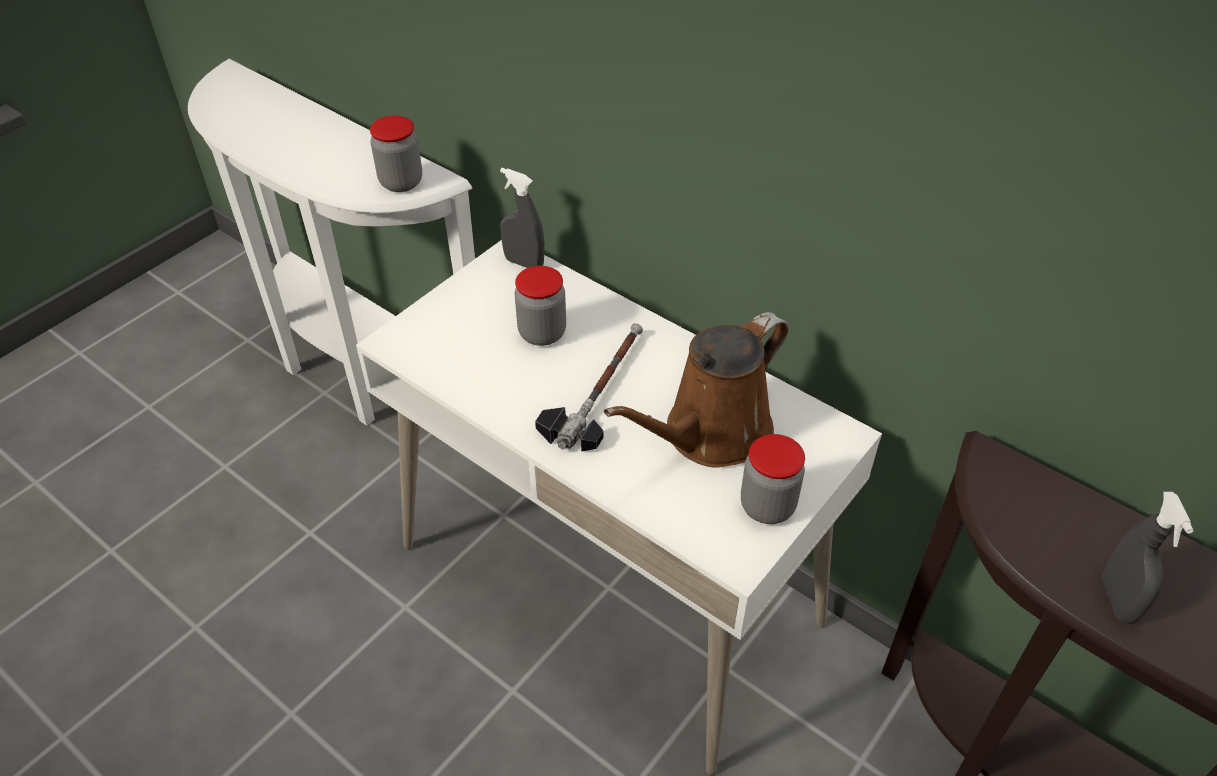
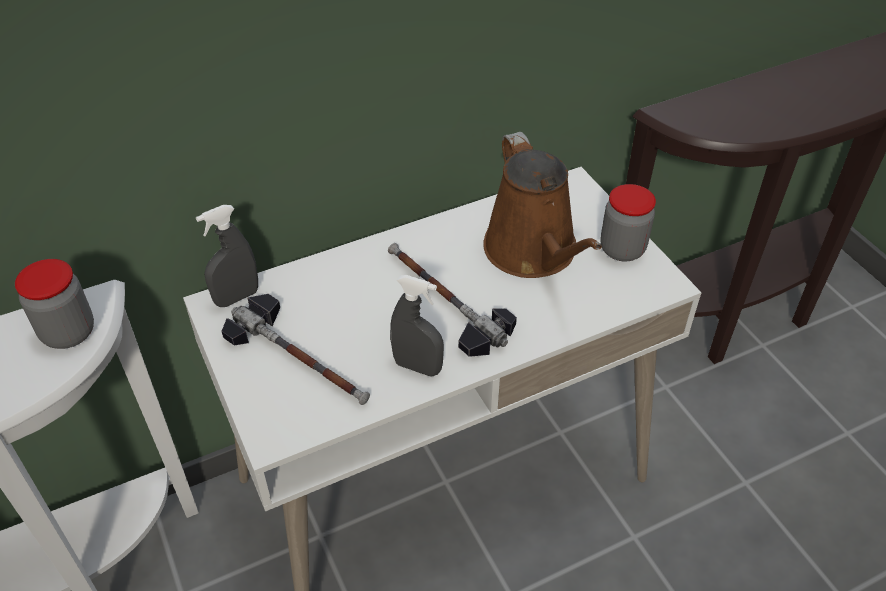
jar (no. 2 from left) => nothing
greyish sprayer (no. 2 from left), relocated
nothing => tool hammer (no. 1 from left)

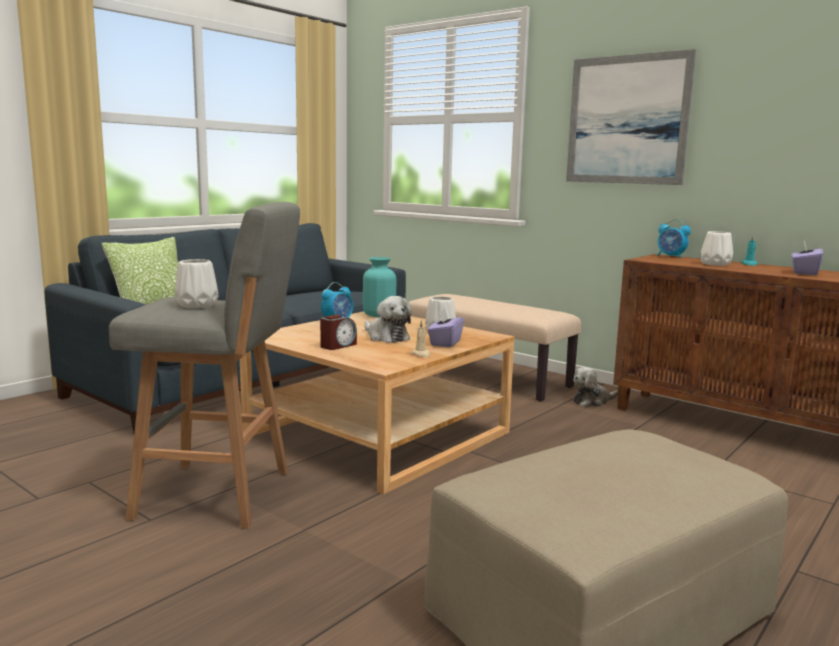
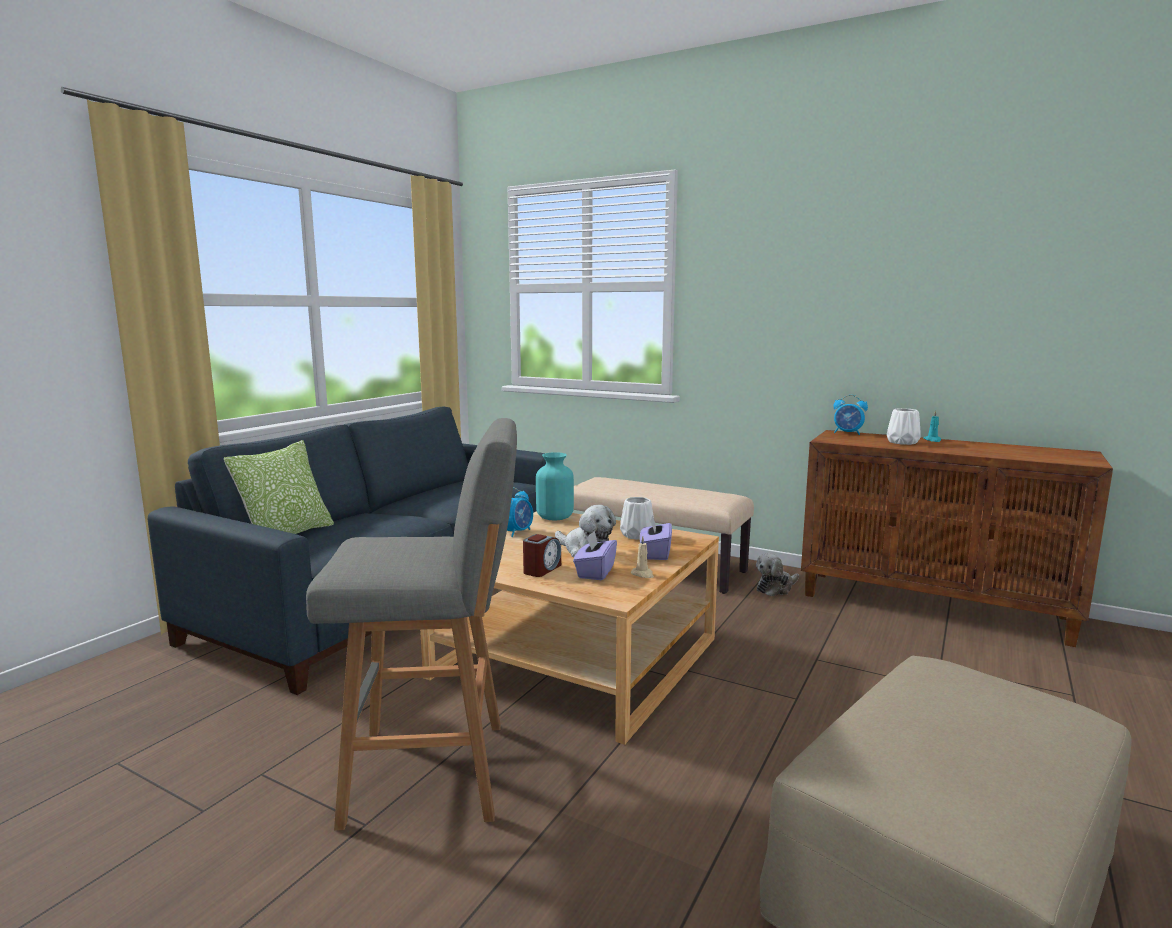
picture => nothing
purplish tissue holder (no. 2 from left in the first image) => purplish tissue holder (no. 1 from left), relocated
white-coloured flower vase (no. 1 from left) => nothing

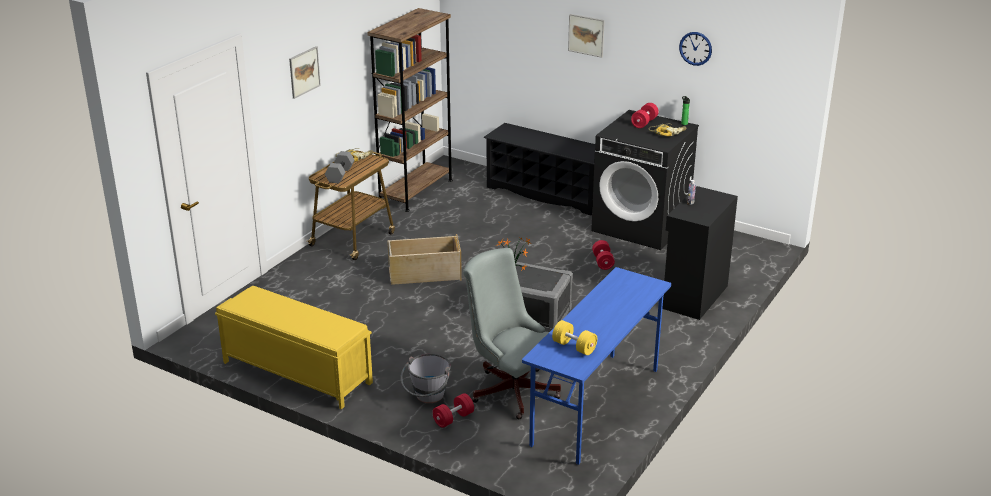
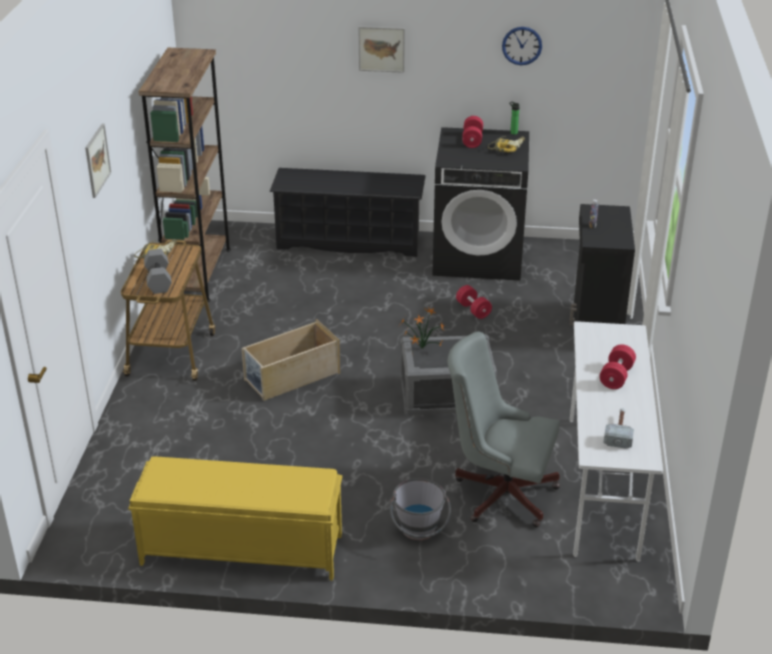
blue desk table => white-coloured desk table
yellowish free weight => tool hammer
red free weight (no. 1 from left in the first image) => red free weight (no. 3 from left), relocated

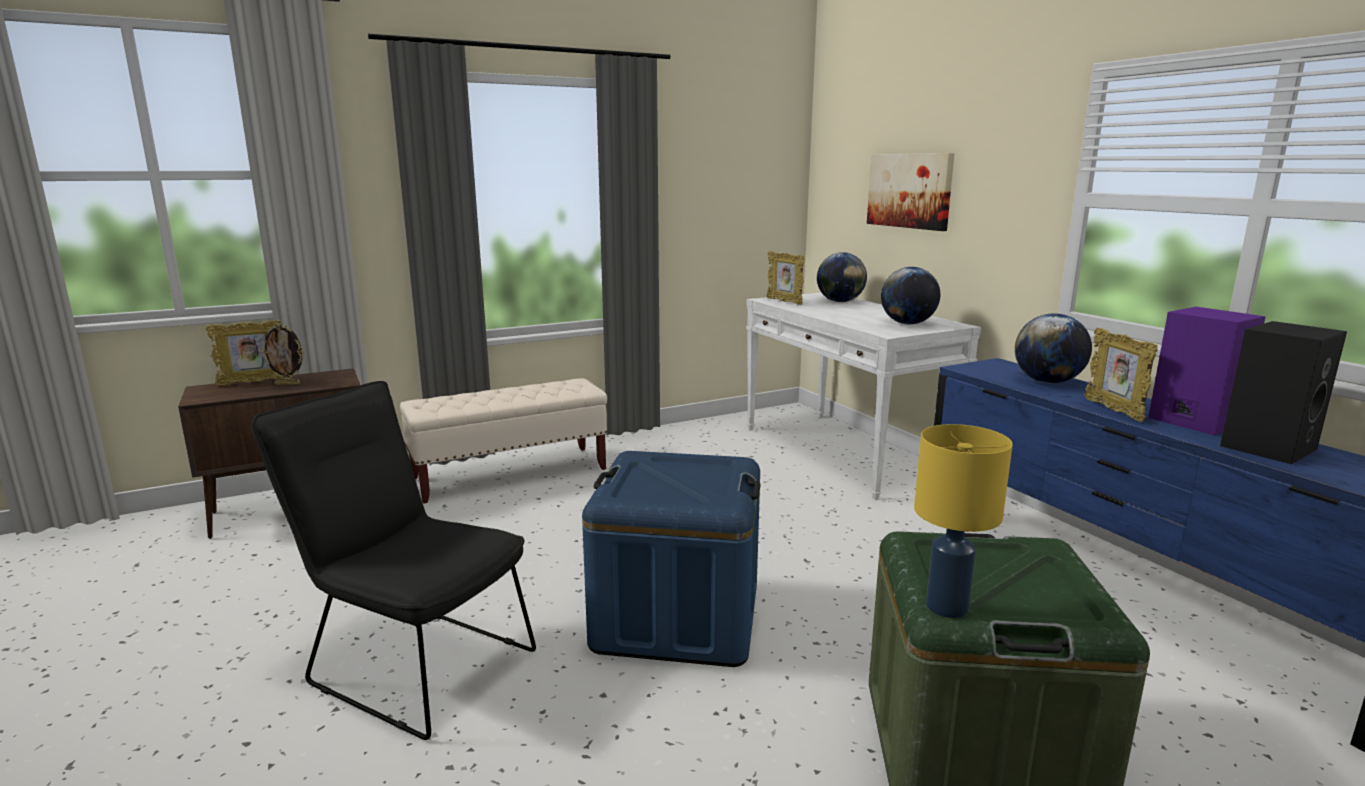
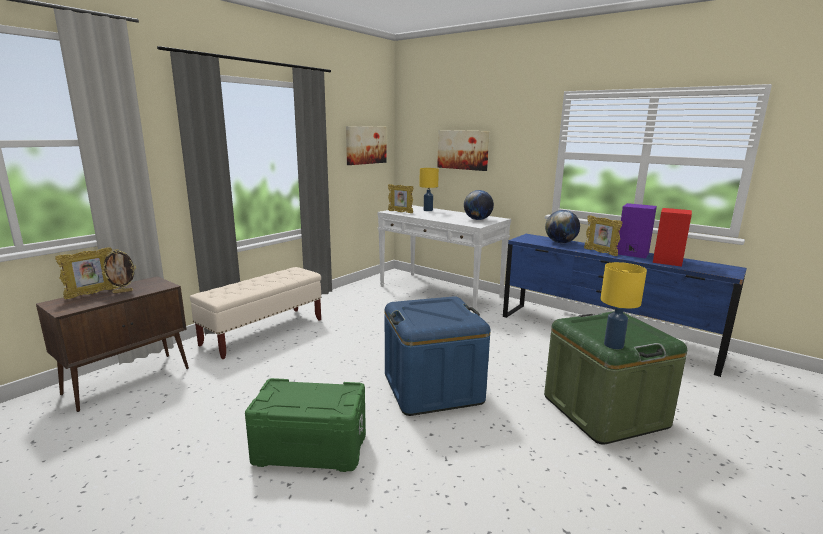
globe (no. 1 from left) => yellowish lamp for a table (no. 1 from left)
black-coloured audio speaker => red audio speaker
black-coloured chair => green-coloured storage container (no. 1 from left)
nothing => picture (no. 1 from left)

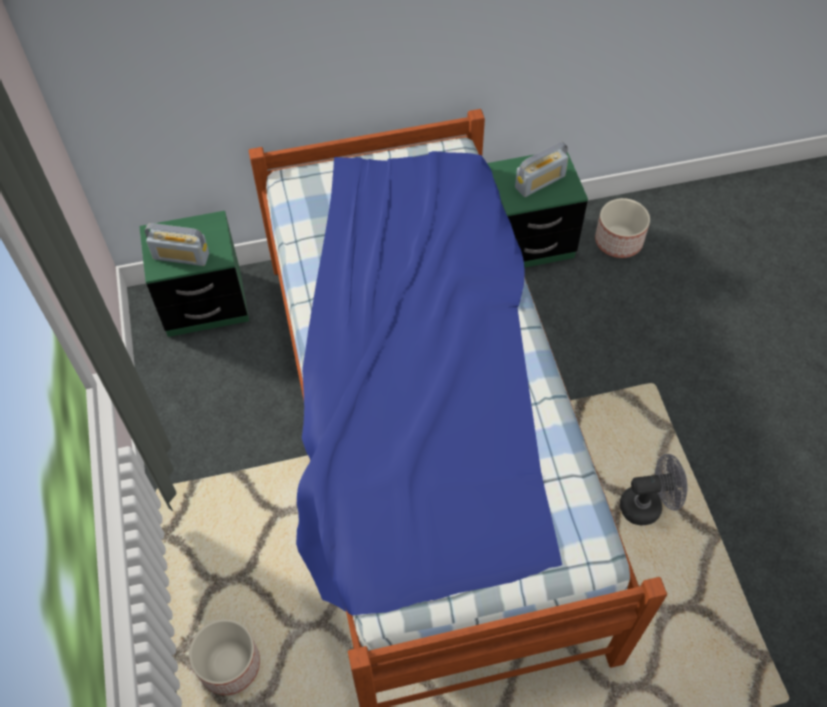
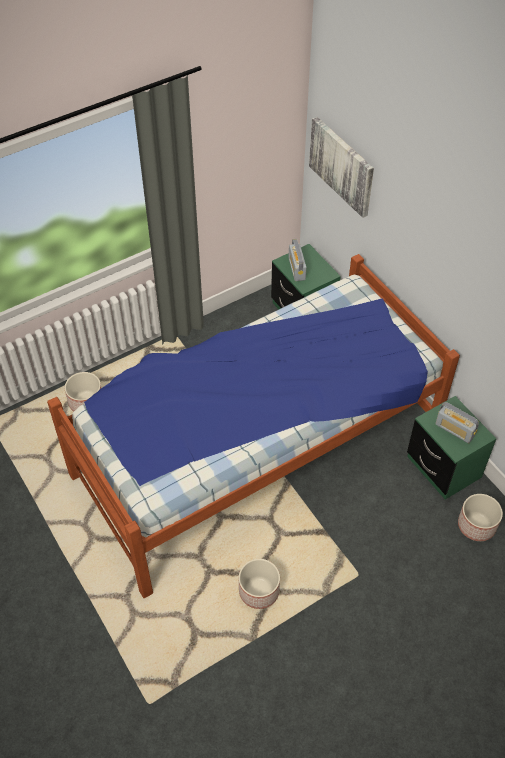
greyish cooling fan => planter (no. 2 from left)
nothing => picture

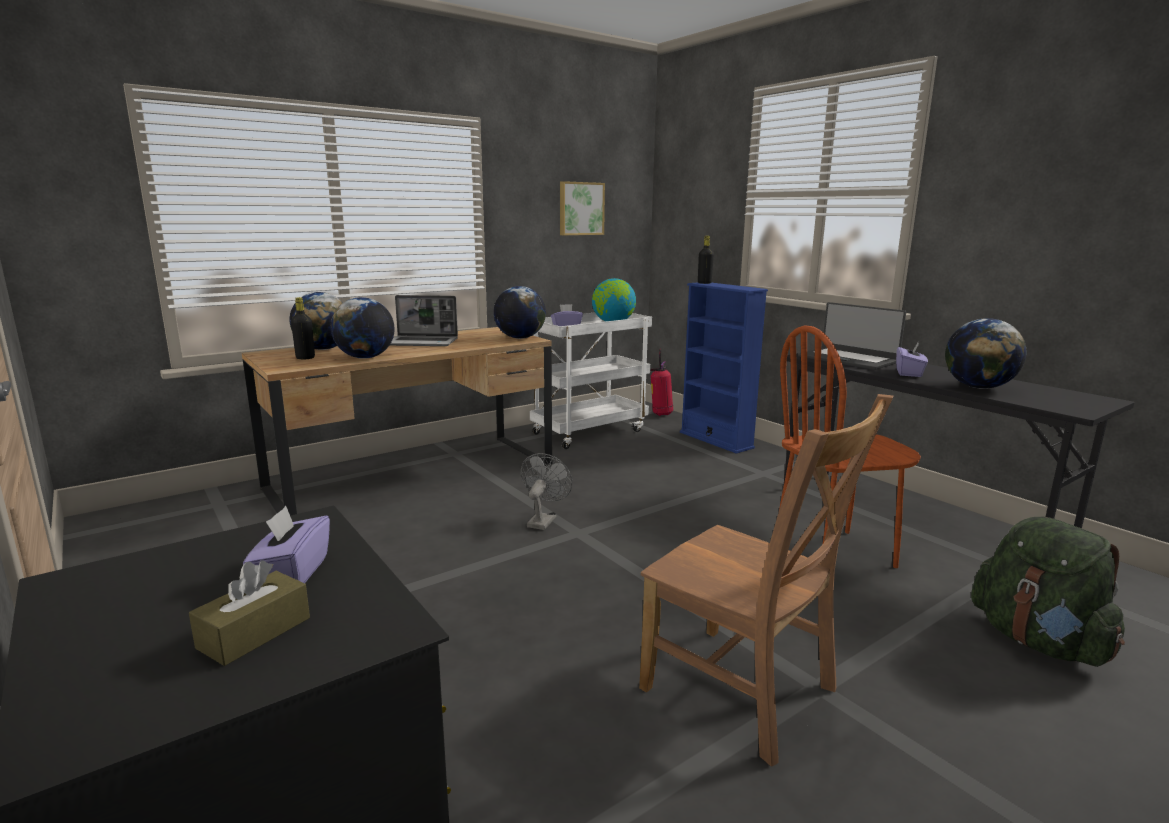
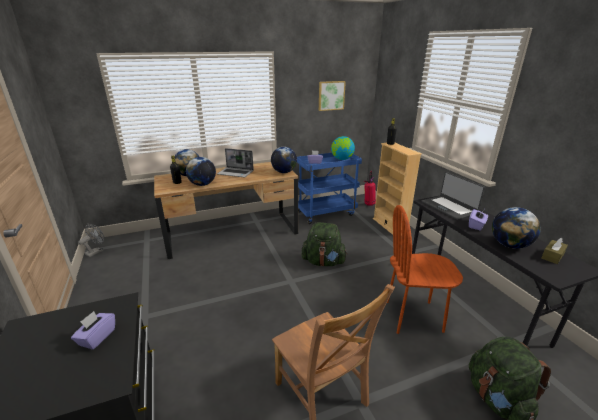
blue bookcase => sand-coloured bookcase
white-coloured wheeled cart => blue wheeled cart
greyish cooling fan, relocated
brown tissue holder, relocated
nothing => green-coloured knapsack (no. 1 from left)

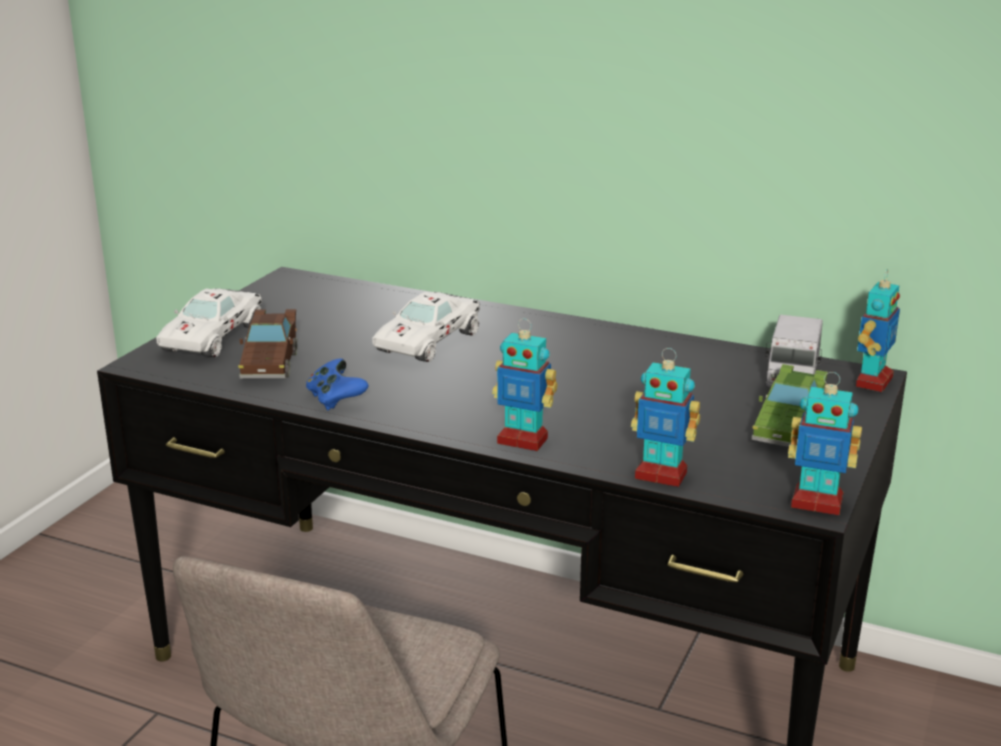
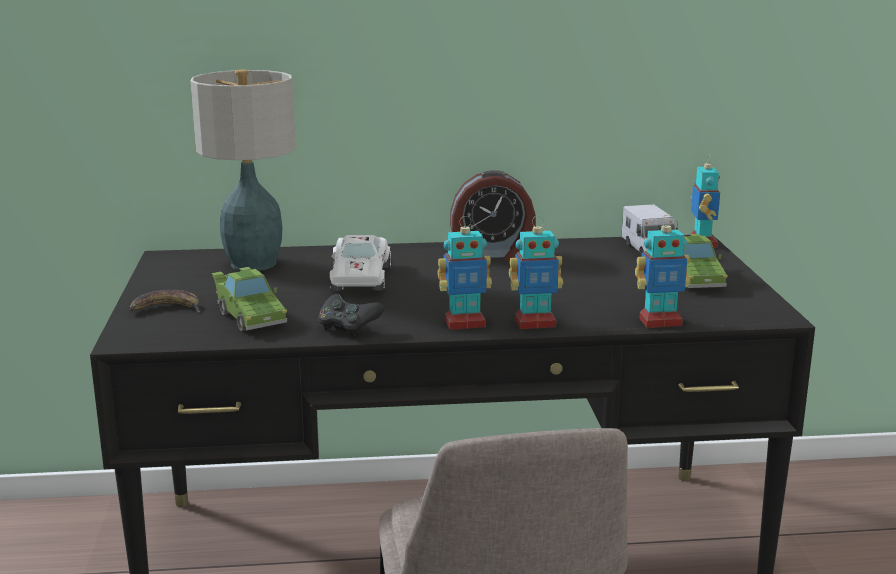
white-coloured model car (no. 1 from left) => banana fruit
brown model car => green-coloured model car (no. 1 from left)
blue joypad => black-coloured joypad
model robot (no. 3 from left in the first image) => model robot (no. 1 from left), relocated
nothing => lamp for a table
nothing => bedside clock

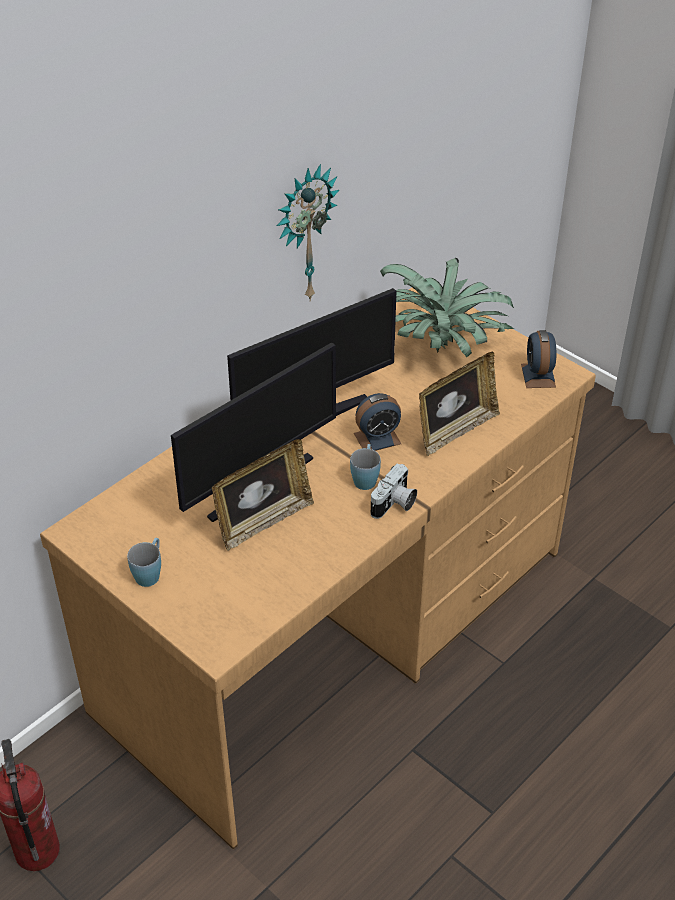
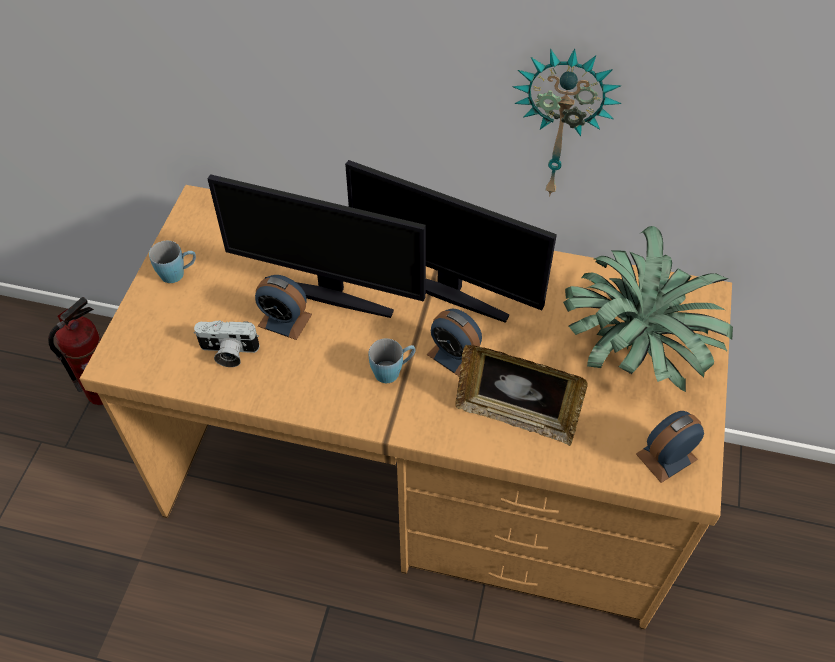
photo frame (no. 1 from left) => bedside clock (no. 1 from left)
still camera, relocated

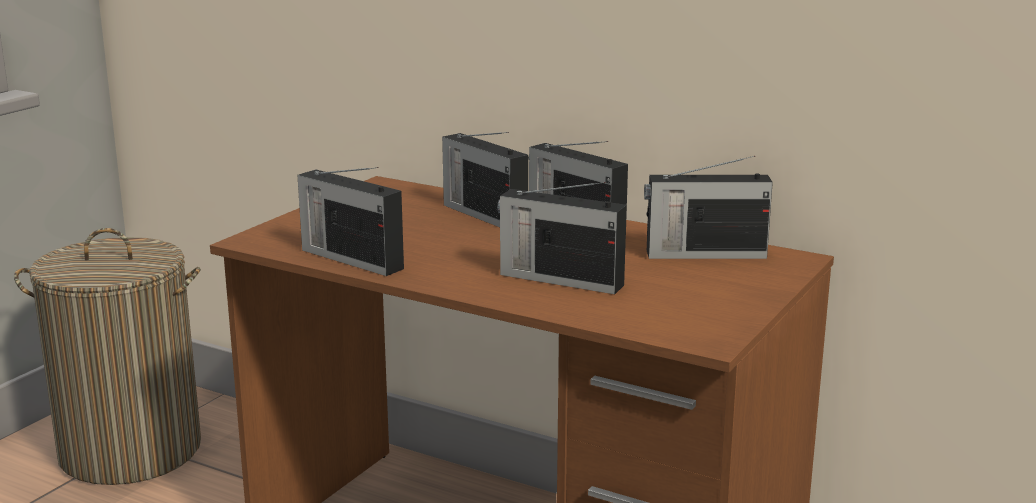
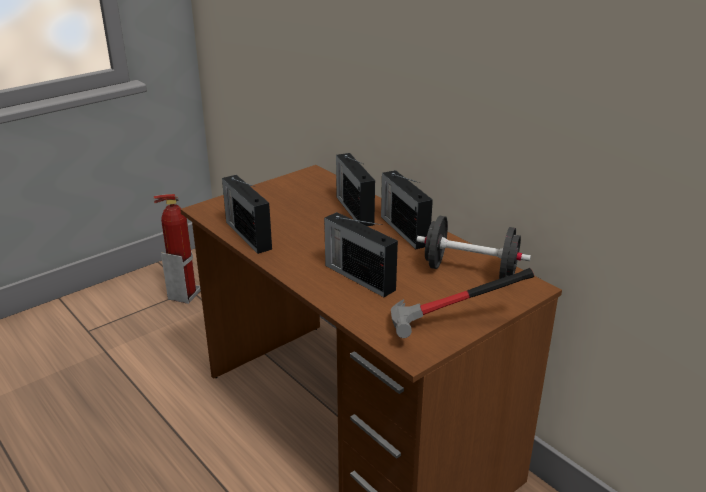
radio (no. 5 from left) => black-coloured free weight
hamper => fire extinguisher
nothing => tool hammer

